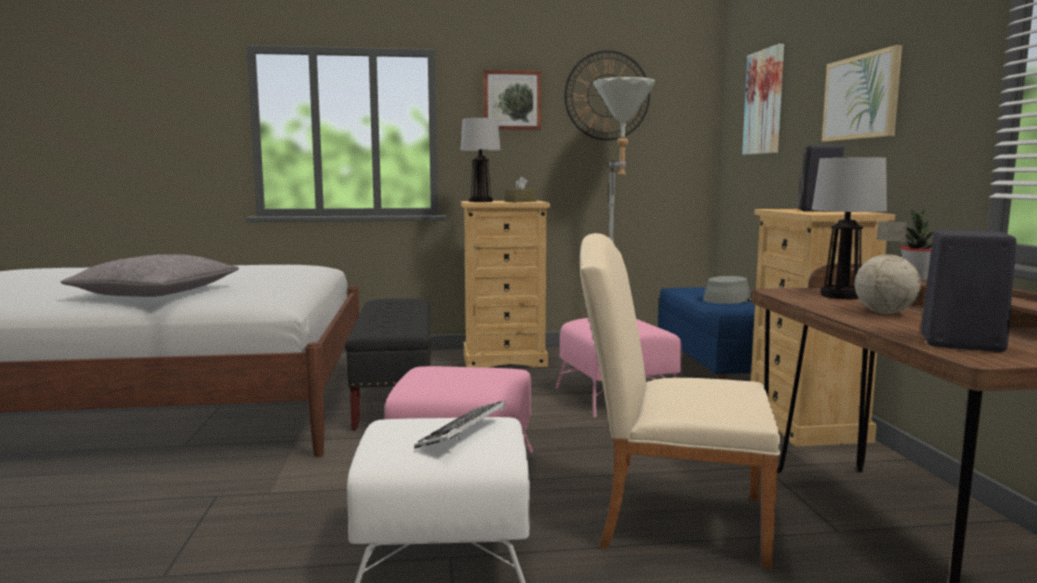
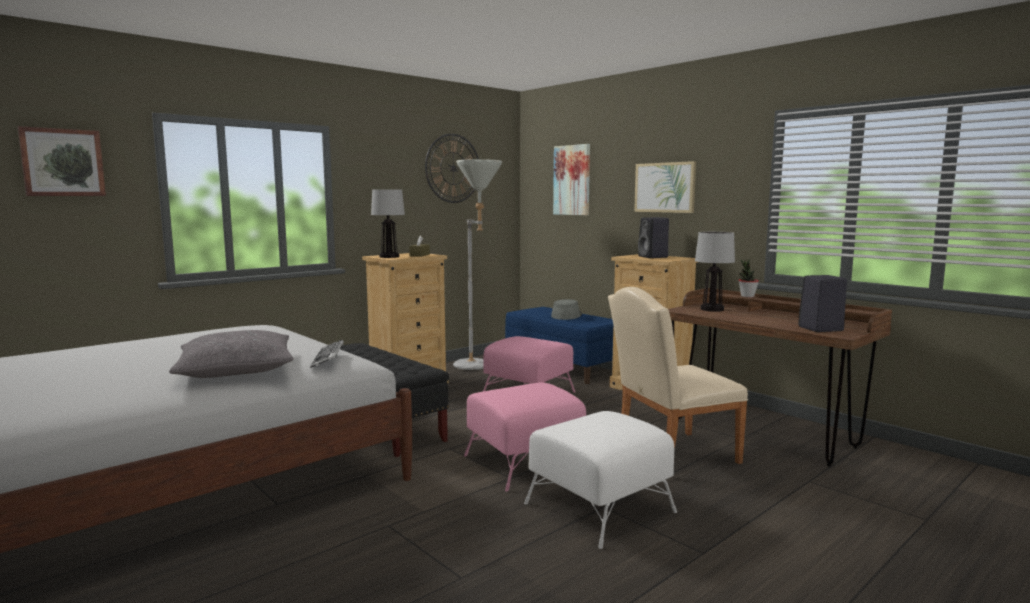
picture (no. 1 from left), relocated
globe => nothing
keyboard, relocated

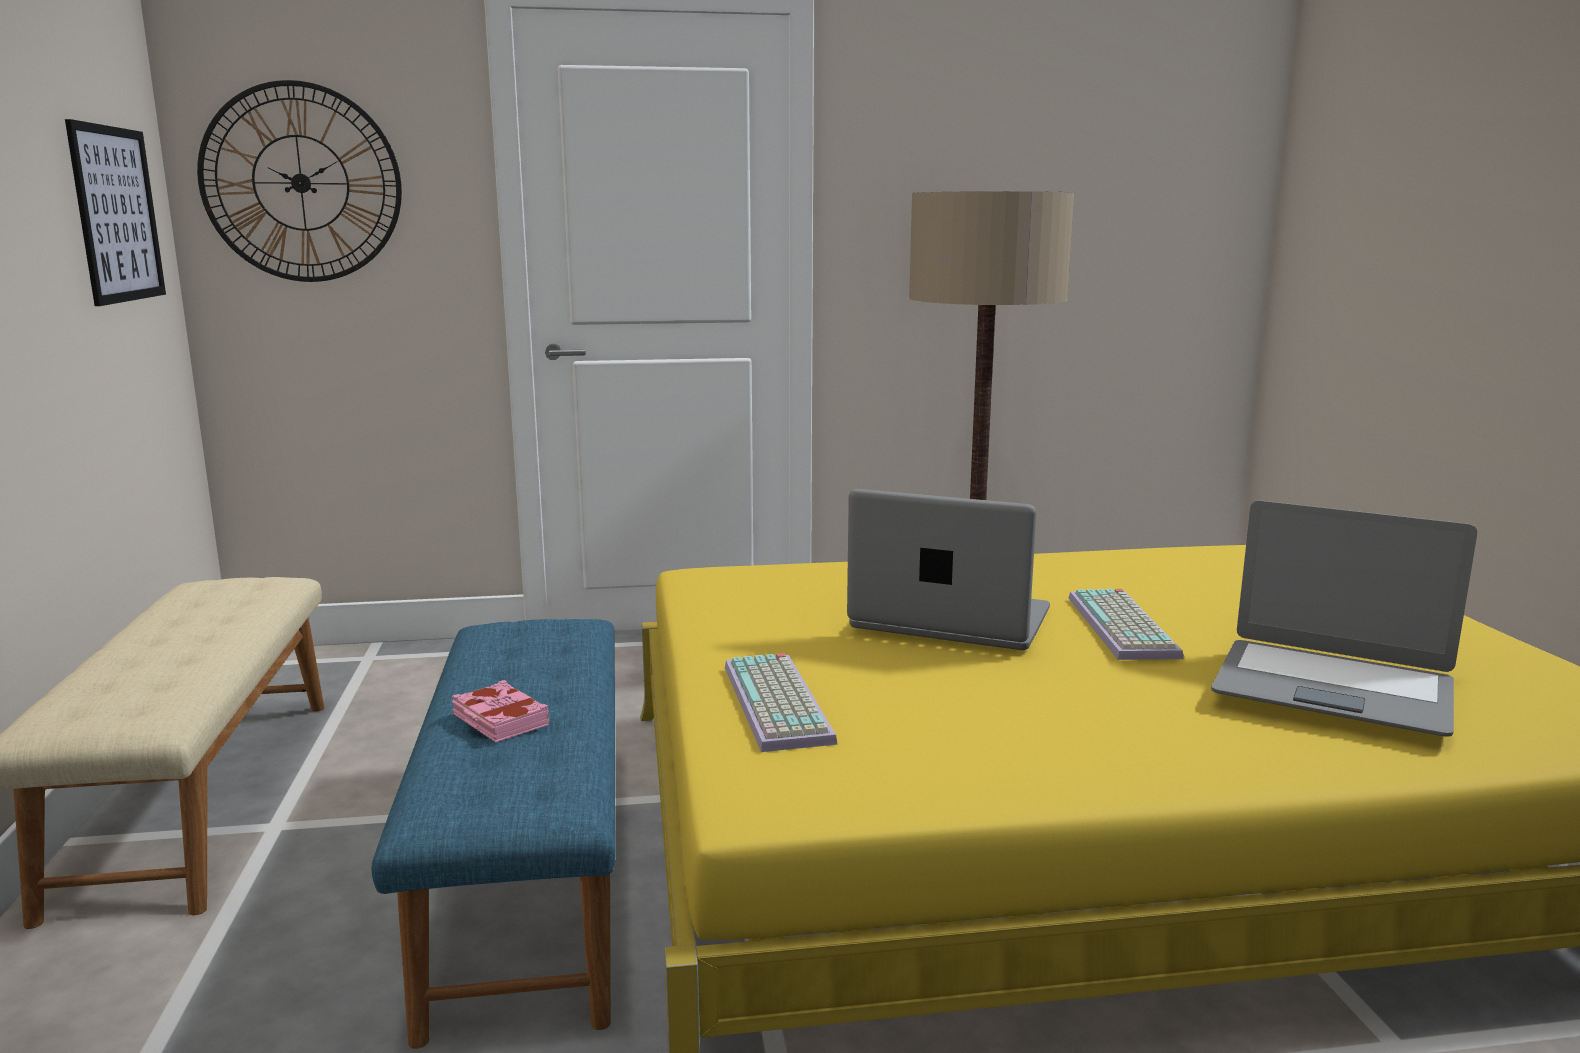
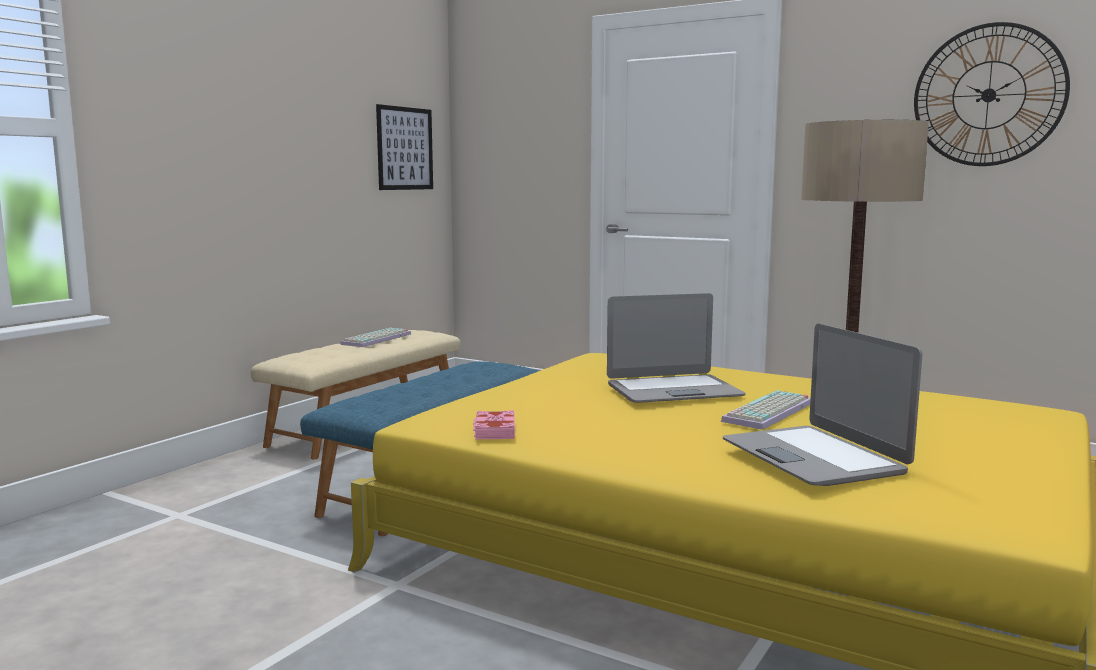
hanging clock, relocated
laptop (no. 1 from left), 105 degrees clockwise
keyboard (no. 1 from left), relocated
pink-coloured volume, relocated

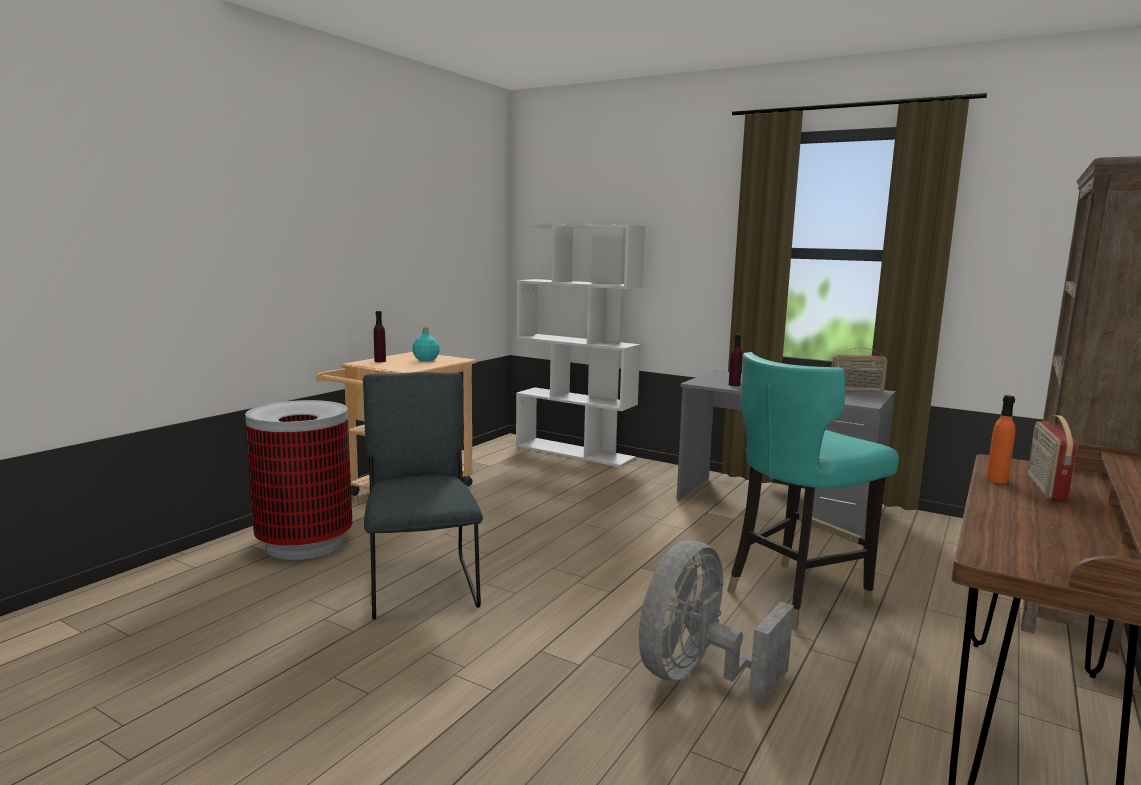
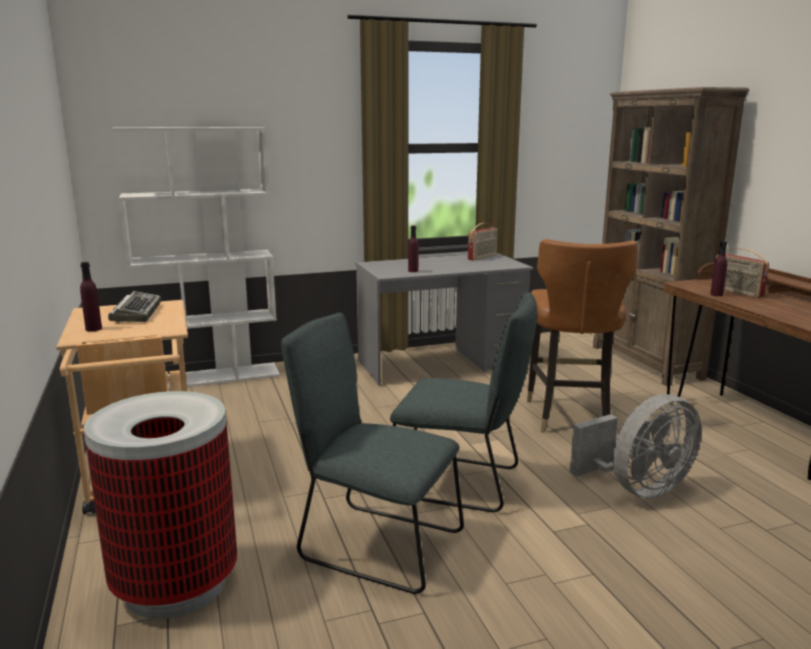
turquoise-coloured drink bottle => keyboard
turquoise-coloured chair => brown chair
orange-coloured drink bottle => purplish drink bottle (no. 3 from left)
greyish cooling fan, 105 degrees counterclockwise
nothing => greyish chair (no. 2 from left)

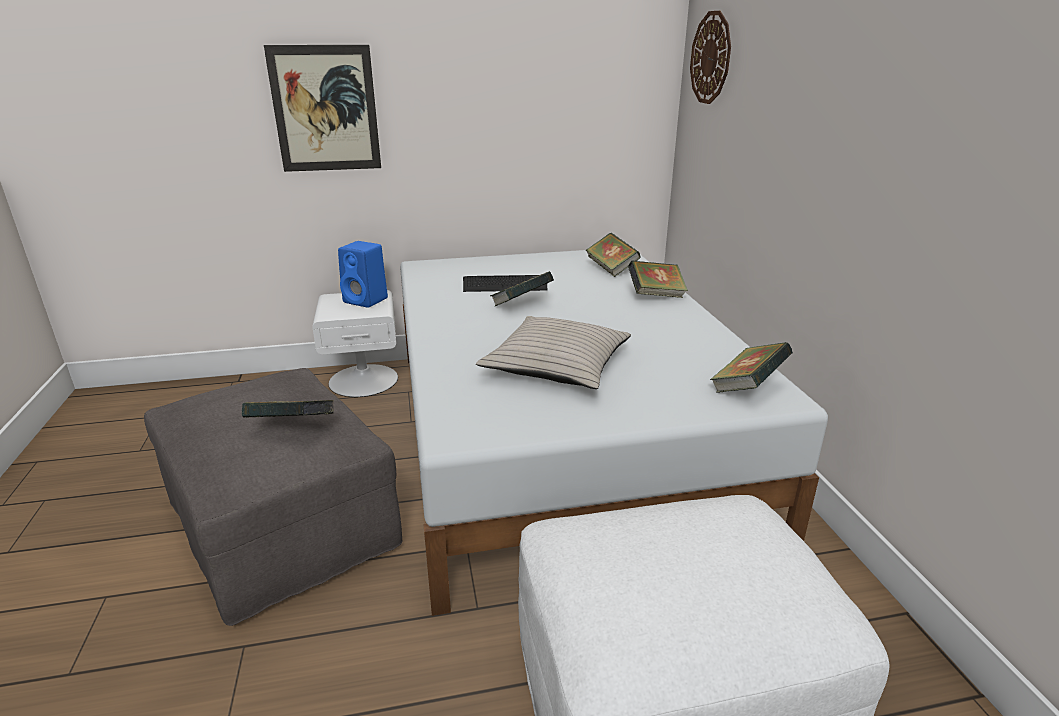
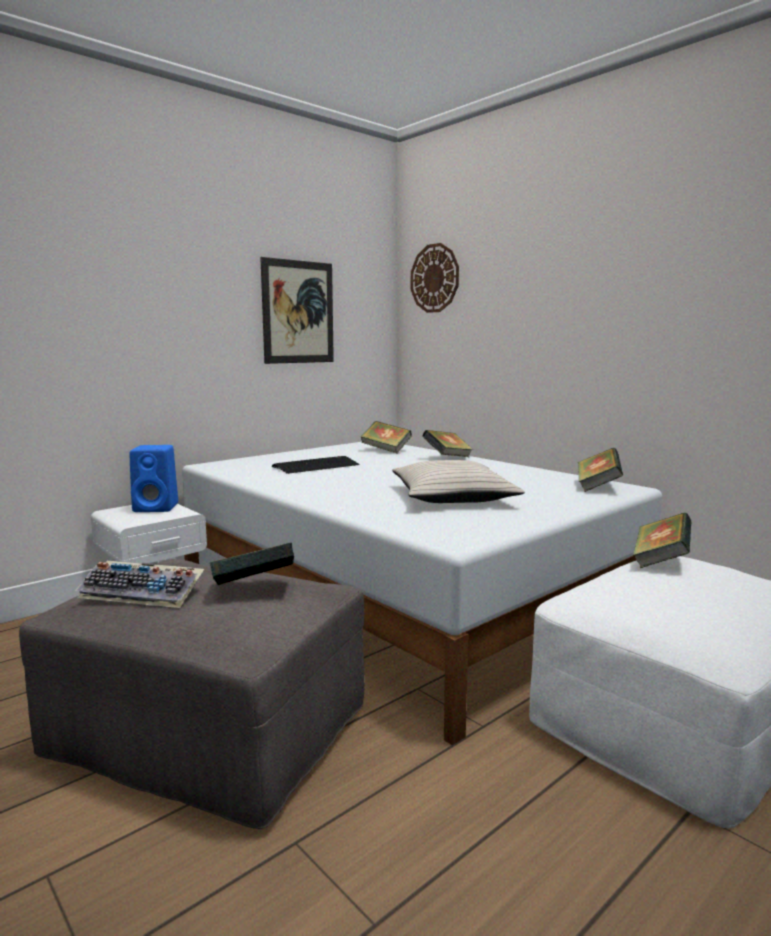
picture, relocated
volume (no. 2 from left in the first image) => volume (no. 5 from left), relocated
nothing => keyboard (no. 1 from left)

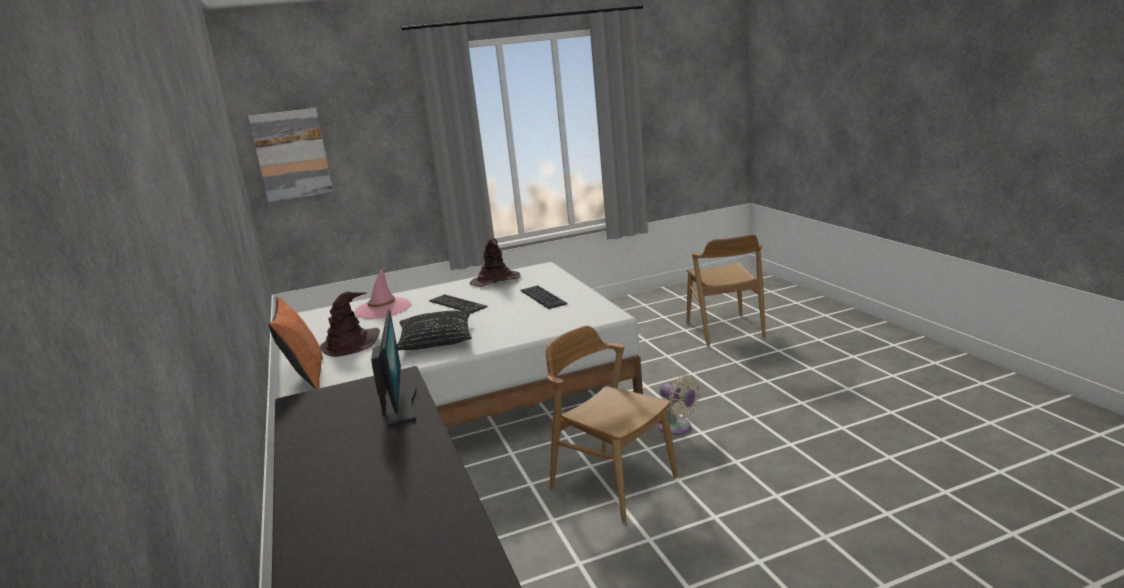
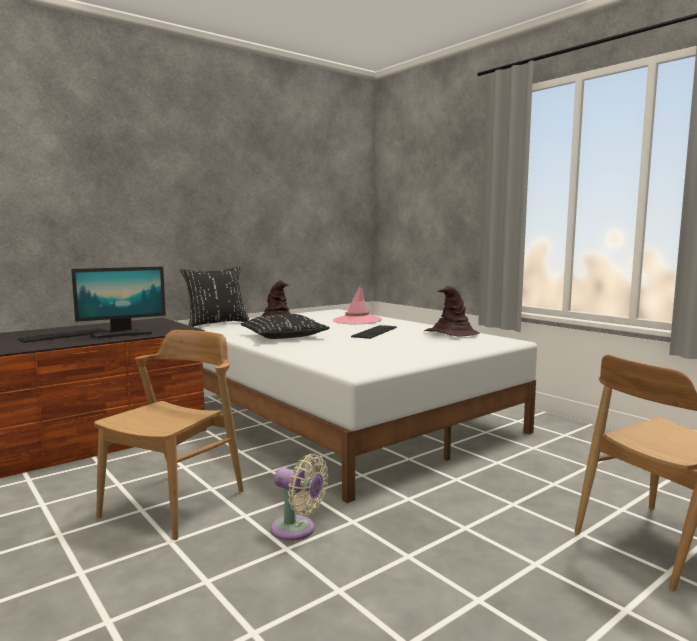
picture => nothing
keyboard (no. 2 from left in the first image) => keyboard (no. 1 from left), relocated
orange-coloured throw pillow => black-coloured throw pillow (no. 1 from left)
sand-coloured cooling fan, 90 degrees counterclockwise

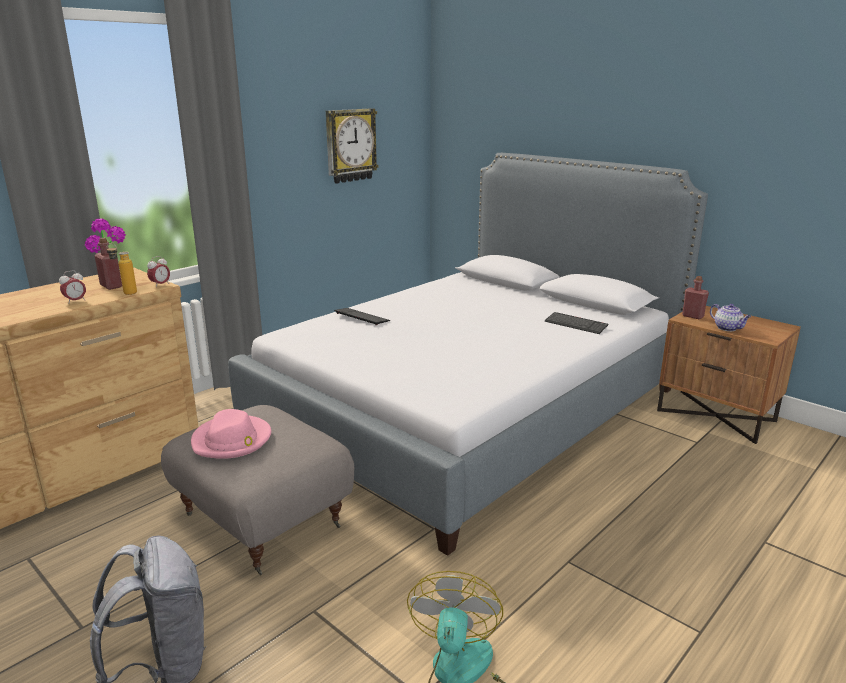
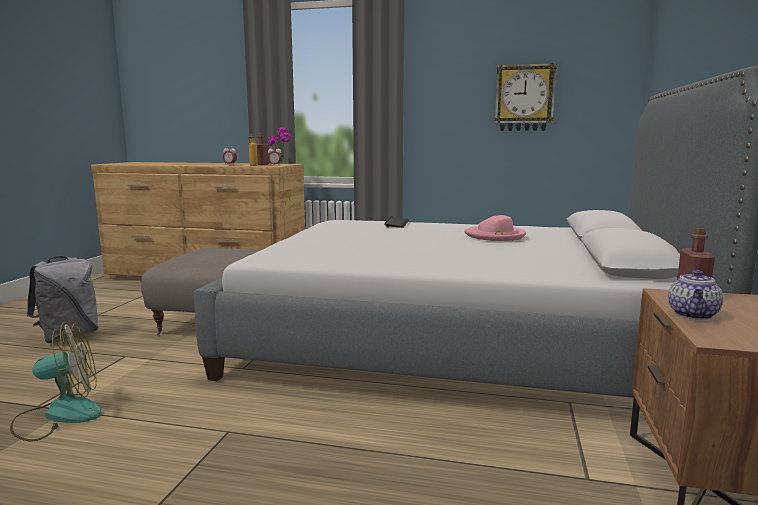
keyboard (no. 2 from left) => nothing
pink-coloured clothing hat, relocated

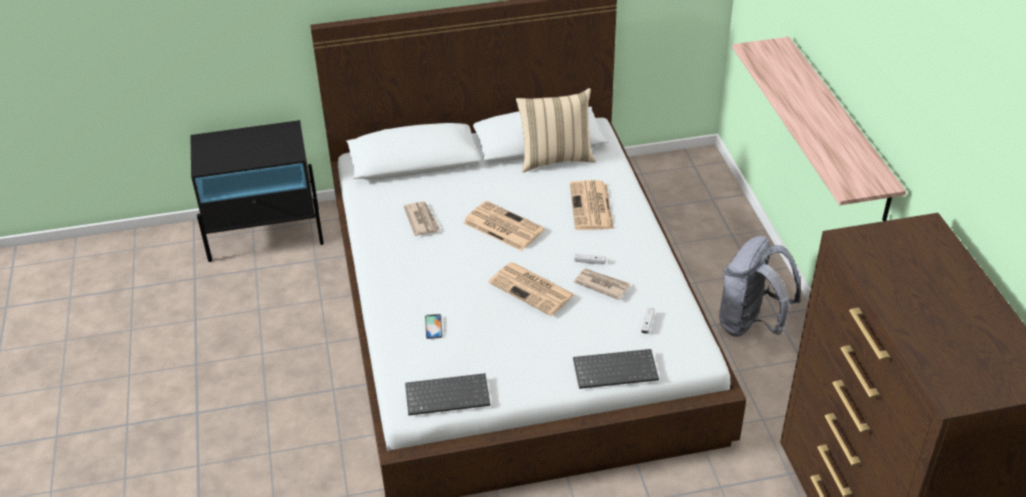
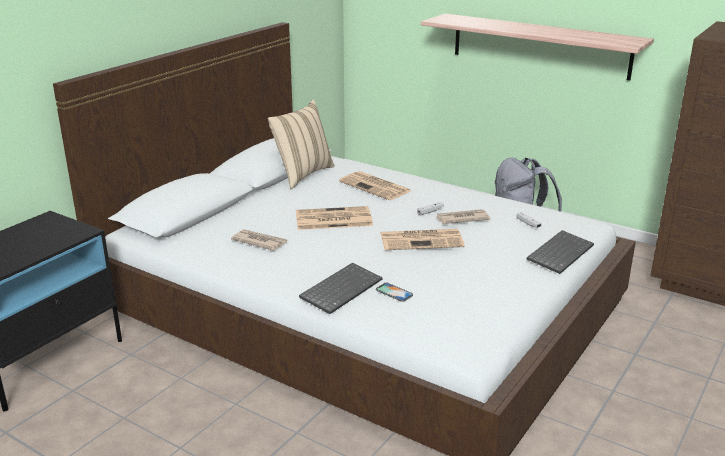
keyboard (no. 1 from left), relocated

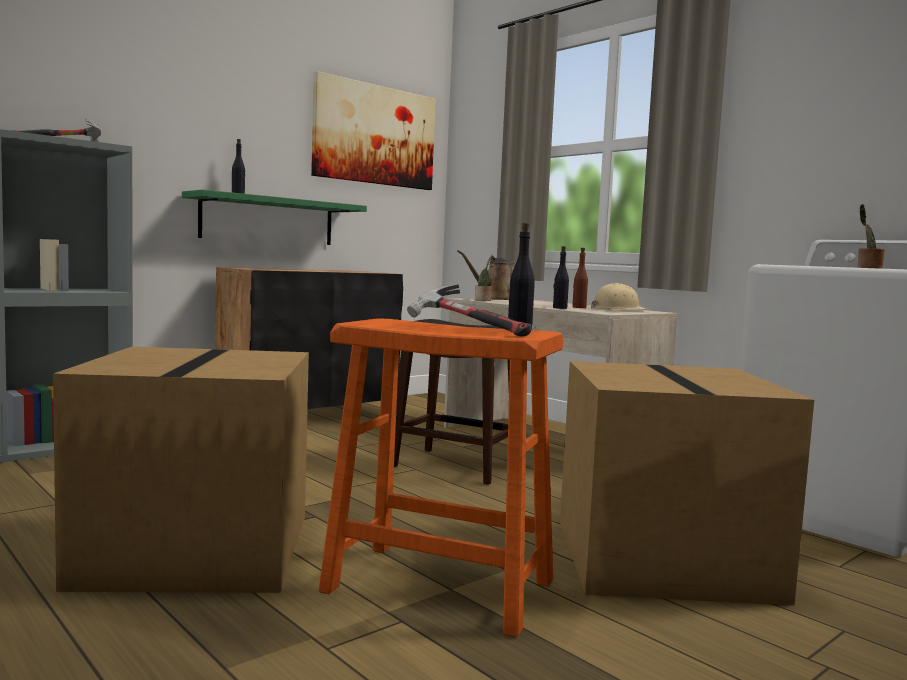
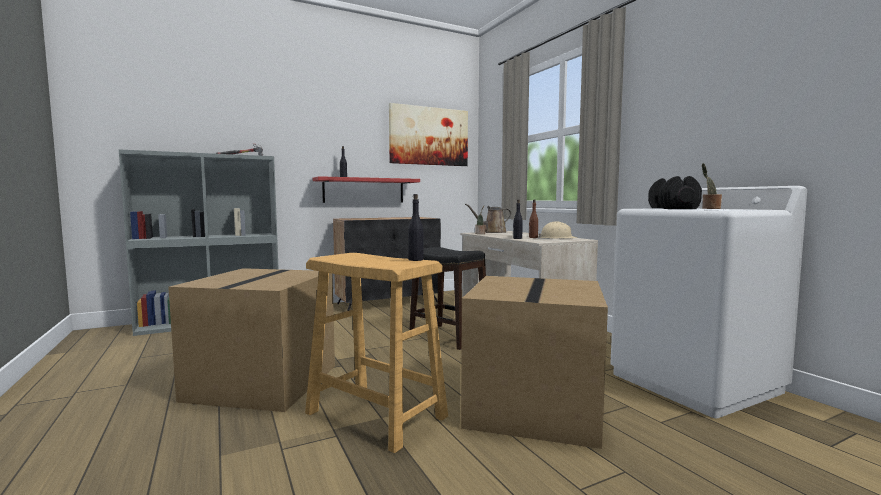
green-coloured wall shelf => red wall shelf
tool hammer (no. 2 from left) => nothing
orange-coloured stool => sand-coloured stool
nothing => black-coloured free weight

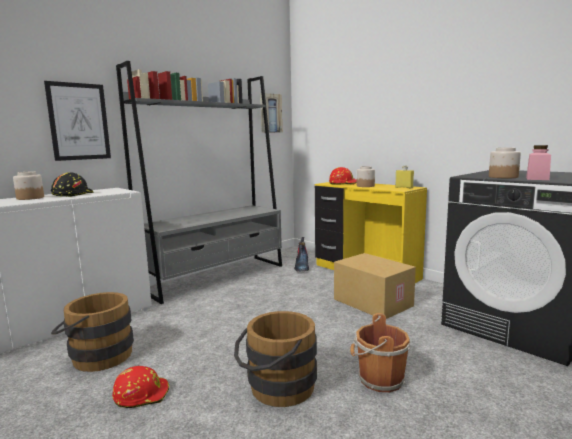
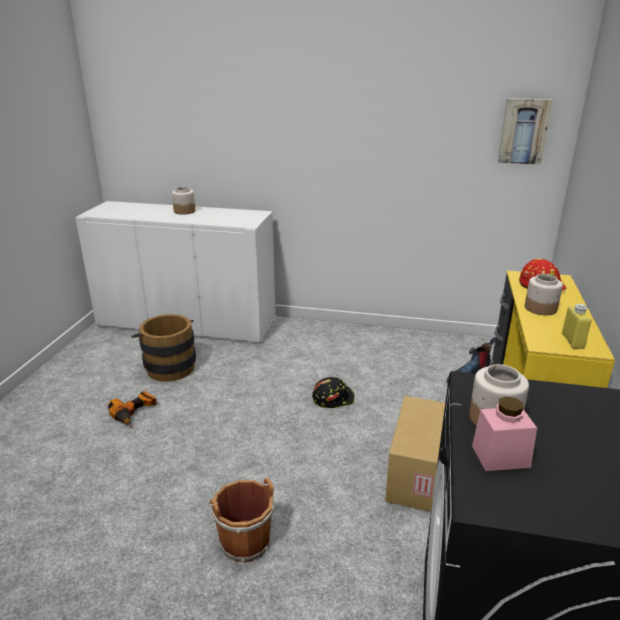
greyish bookcase => nothing
picture (no. 1 from left) => nothing
black-coloured hard hat, relocated
brown bucket (no. 2 from left) => nothing
red hard hat (no. 1 from left) => electric drill

